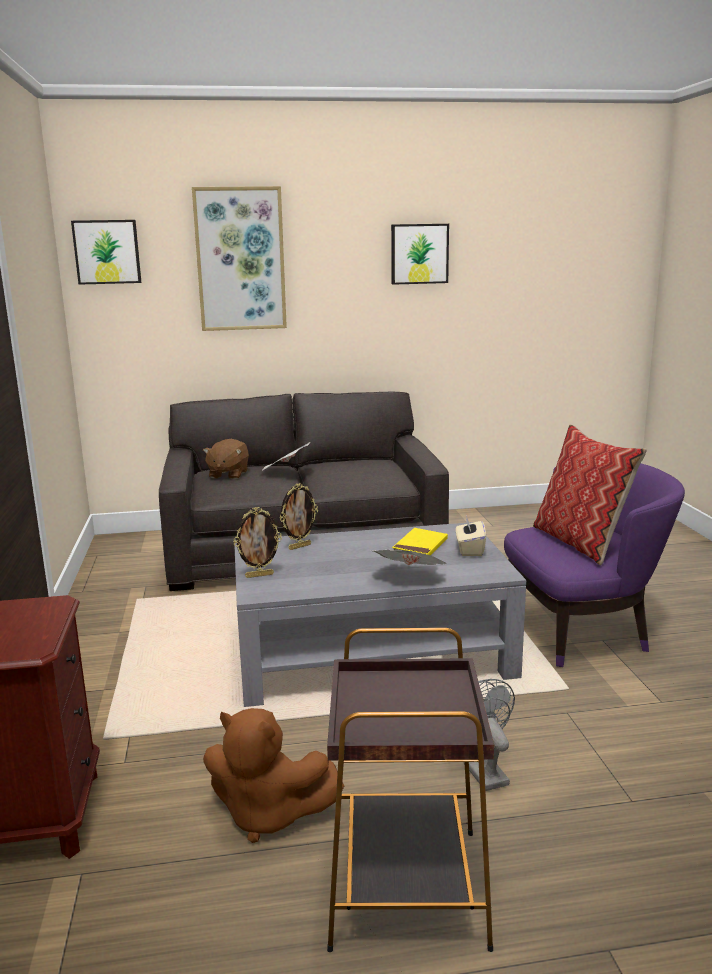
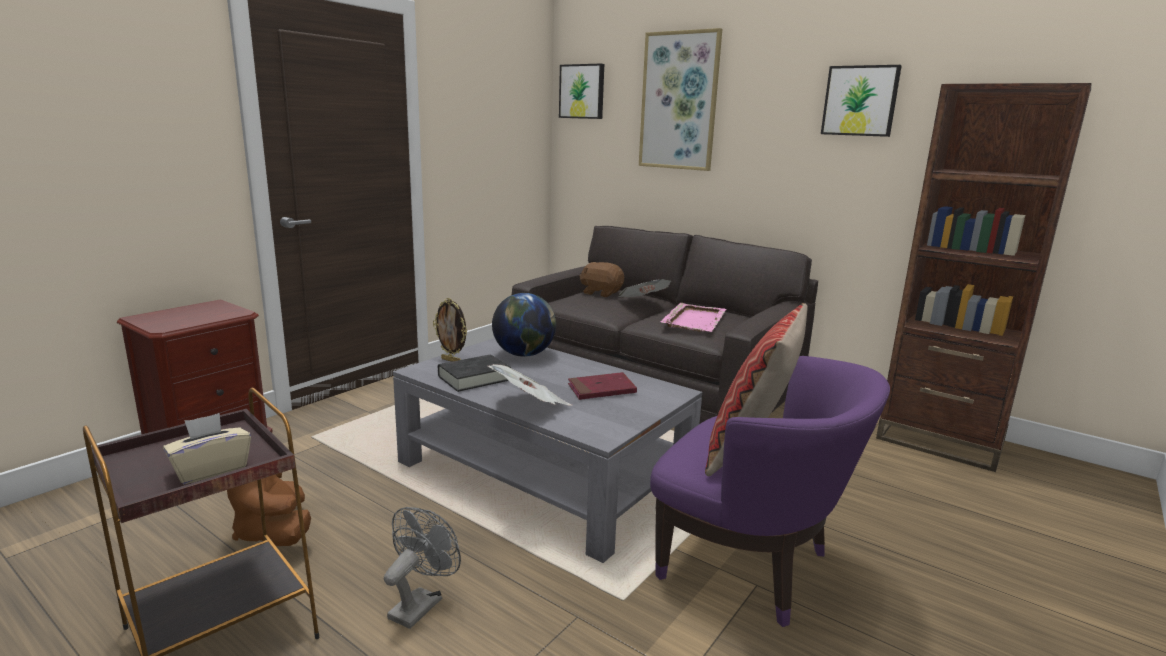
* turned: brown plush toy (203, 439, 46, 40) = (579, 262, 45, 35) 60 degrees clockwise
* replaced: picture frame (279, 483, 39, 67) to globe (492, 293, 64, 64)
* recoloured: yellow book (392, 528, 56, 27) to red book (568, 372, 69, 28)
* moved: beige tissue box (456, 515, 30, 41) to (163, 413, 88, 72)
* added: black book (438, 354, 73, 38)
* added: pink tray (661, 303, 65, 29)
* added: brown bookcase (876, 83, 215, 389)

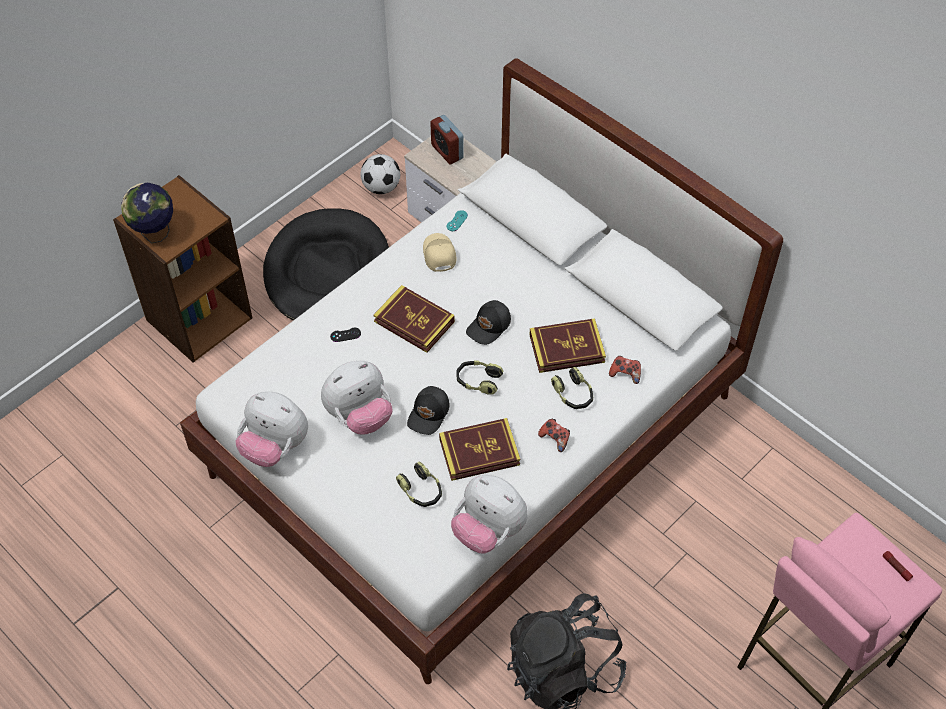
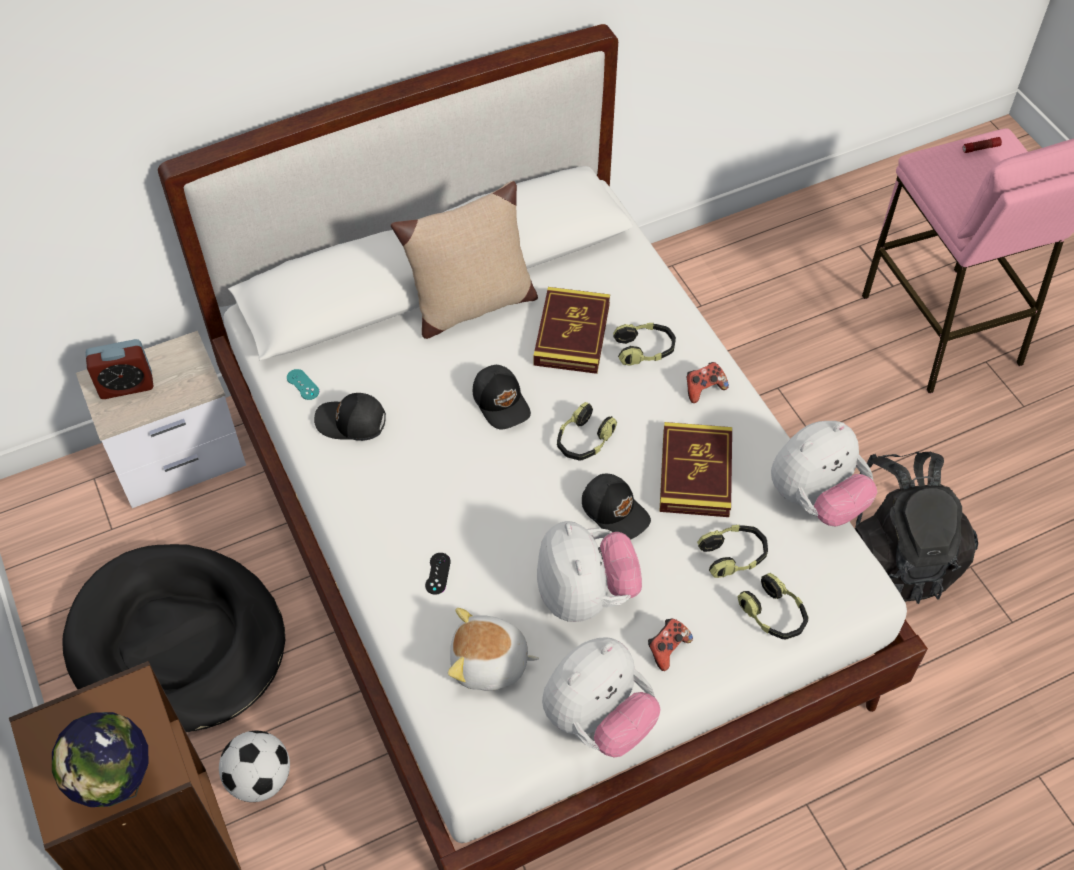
* moved: football (361, 154, 39, 40) to (219, 731, 71, 71)
* removed: book (373, 285, 82, 68)
* recoloured: beige cap (423, 233, 33, 39) to black cap (314, 393, 72, 48)
* moved: game controller (609, 356, 32, 28) to (648, 619, 45, 52)
* added: beige pillow (391, 181, 147, 158)
* added: plush toy (448, 608, 91, 83)
* added: headphones (737, 573, 71, 66)

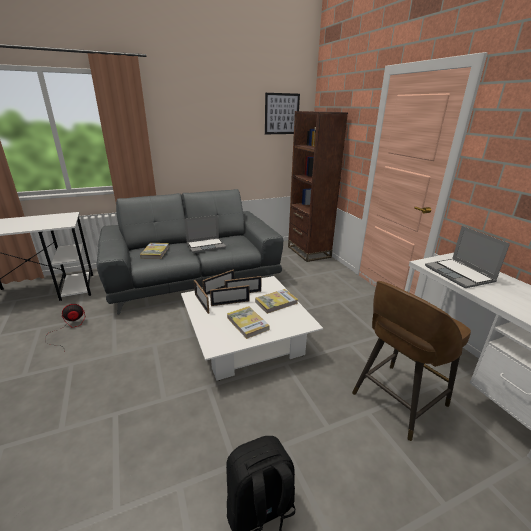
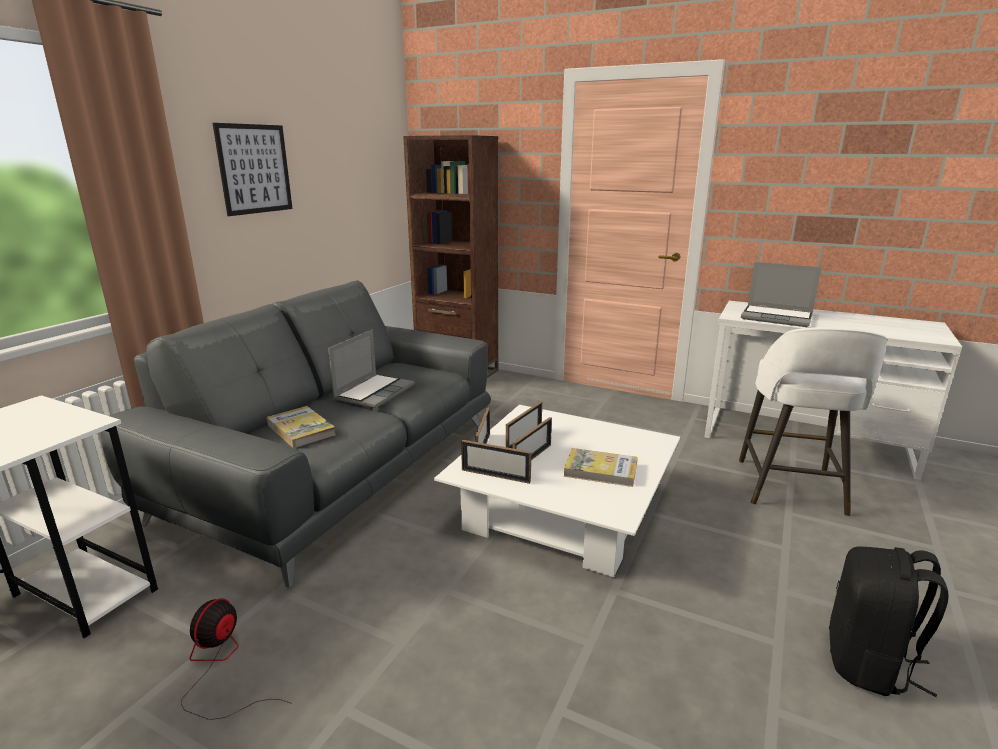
* removed: book (255, 289, 43, 25)
* moved: picture (265, 93, 35, 41) to (213, 123, 80, 93)
* recoloured: brown stool (352, 281, 119, 160) to white stool (739, 327, 148, 189)

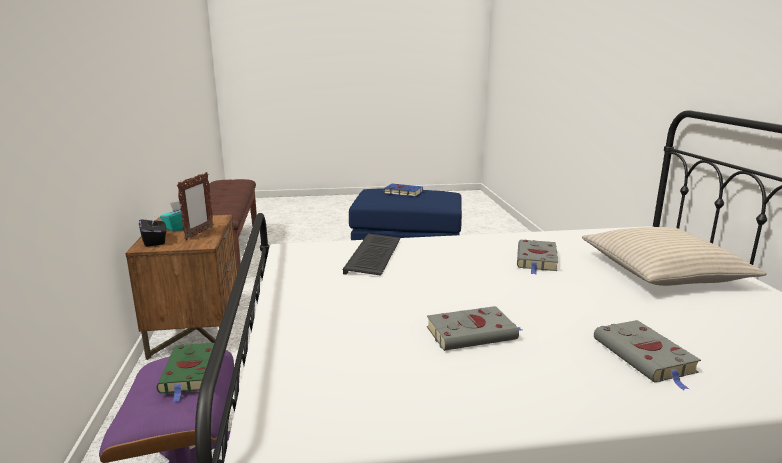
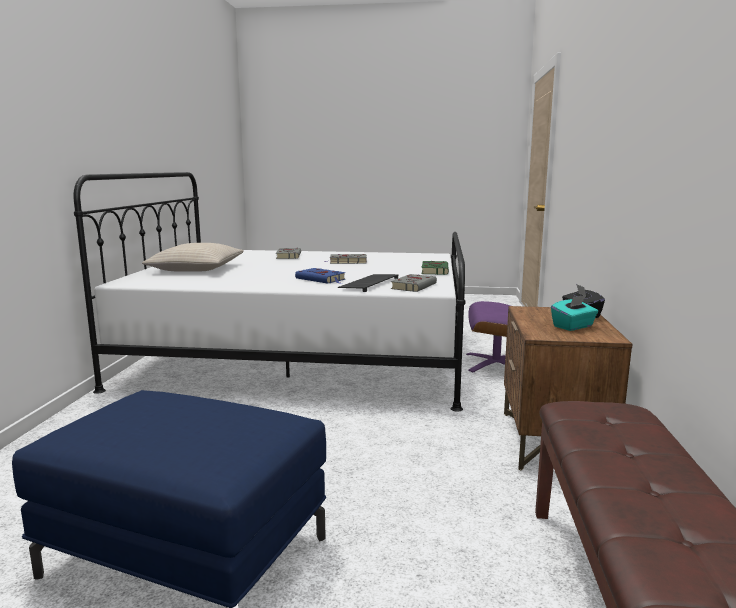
* moved: green book (156, 343, 58, 59) to (422, 261, 27, 14)
* removed: picture frame (177, 172, 37, 68)
* moved: blue book (382, 184, 41, 13) to (295, 268, 51, 16)
* moved: grey book (517, 239, 41, 36) to (391, 274, 46, 18)

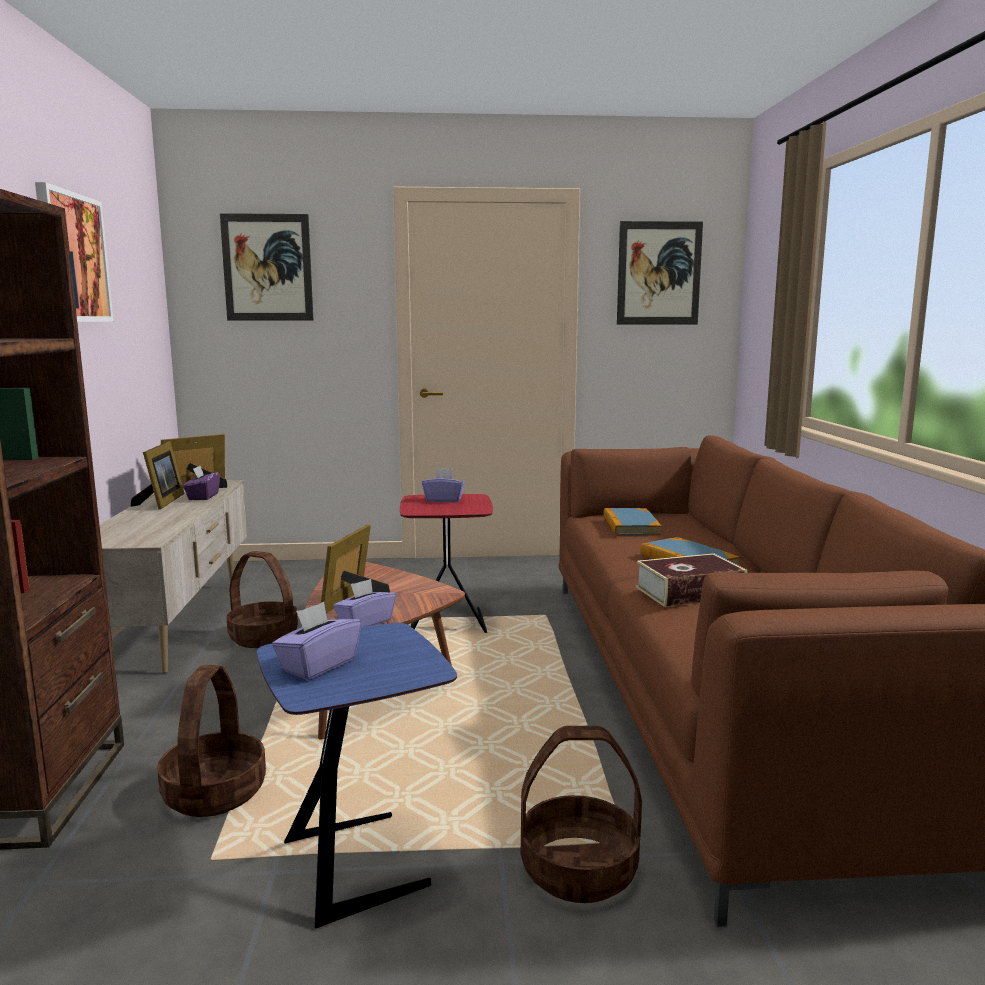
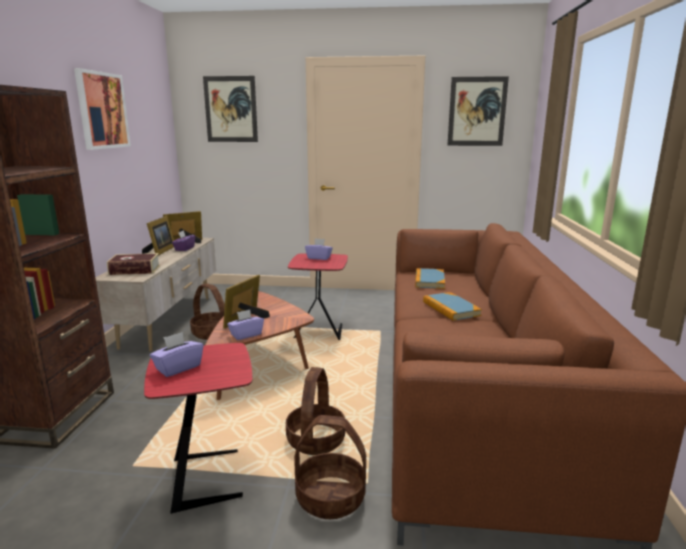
* moved: basket (157, 665, 109, 152) to (286, 367, 60, 88)
* recoloured: blue side table (257, 623, 200, 306) to red side table (144, 343, 108, 171)
* moved: book (636, 553, 111, 54) to (107, 253, 53, 22)

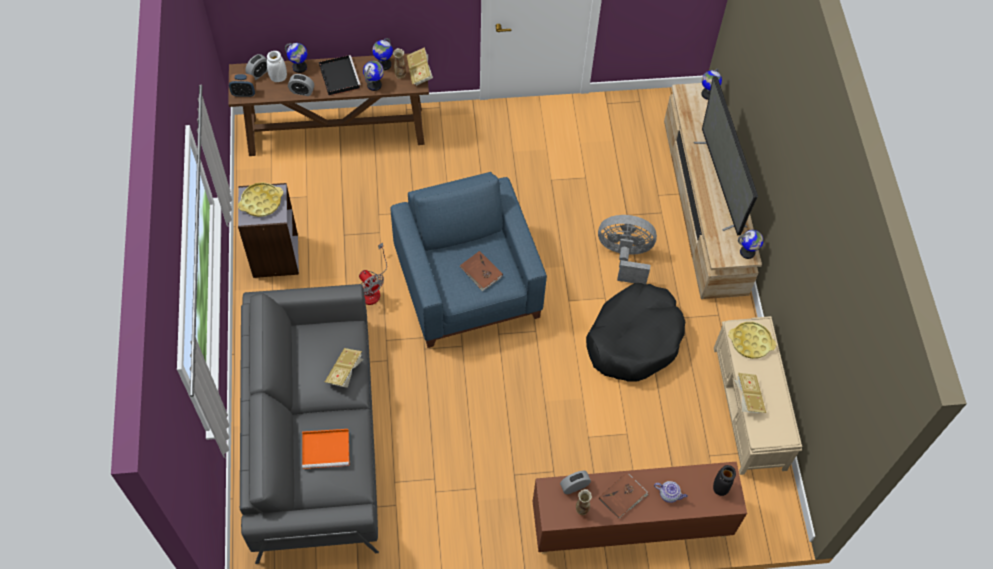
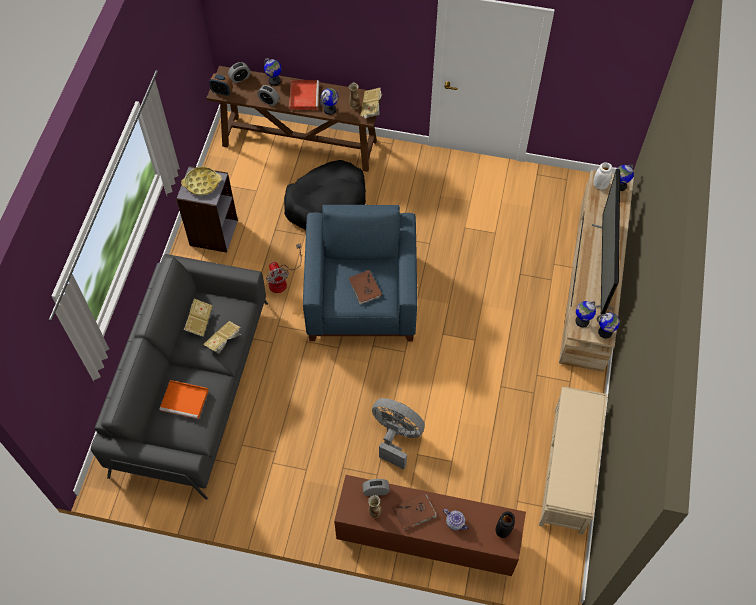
* moved: white vase (267, 51, 20, 31) to (594, 163, 18, 26)
* recoloured: black tray (319, 55, 42, 41) to red tray (289, 80, 30, 30)
* moved: globe (372, 38, 21, 33) to (576, 301, 20, 27)
* moved: black dog bed (586, 283, 99, 99) to (284, 160, 82, 70)
* moved: grey fan (598, 215, 59, 70) to (372, 398, 53, 71)
* removed: yellow tray (728, 322, 48, 37)
* moved: book (734, 373, 32, 40) to (184, 299, 29, 37)

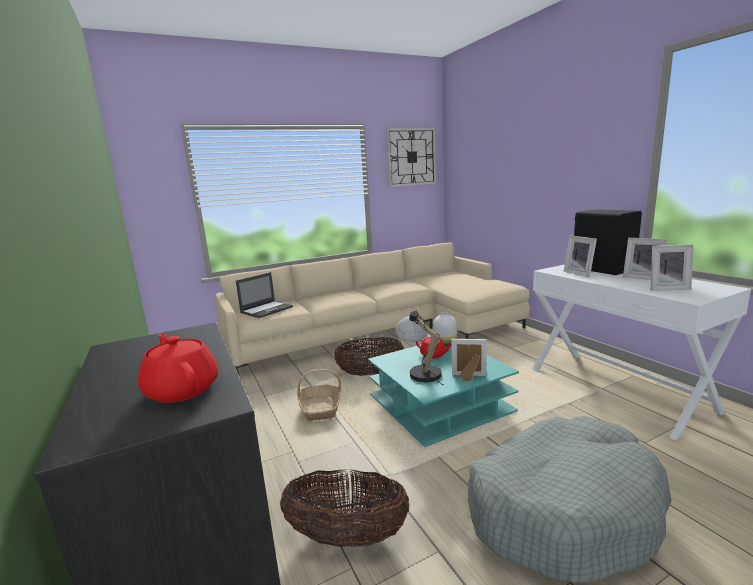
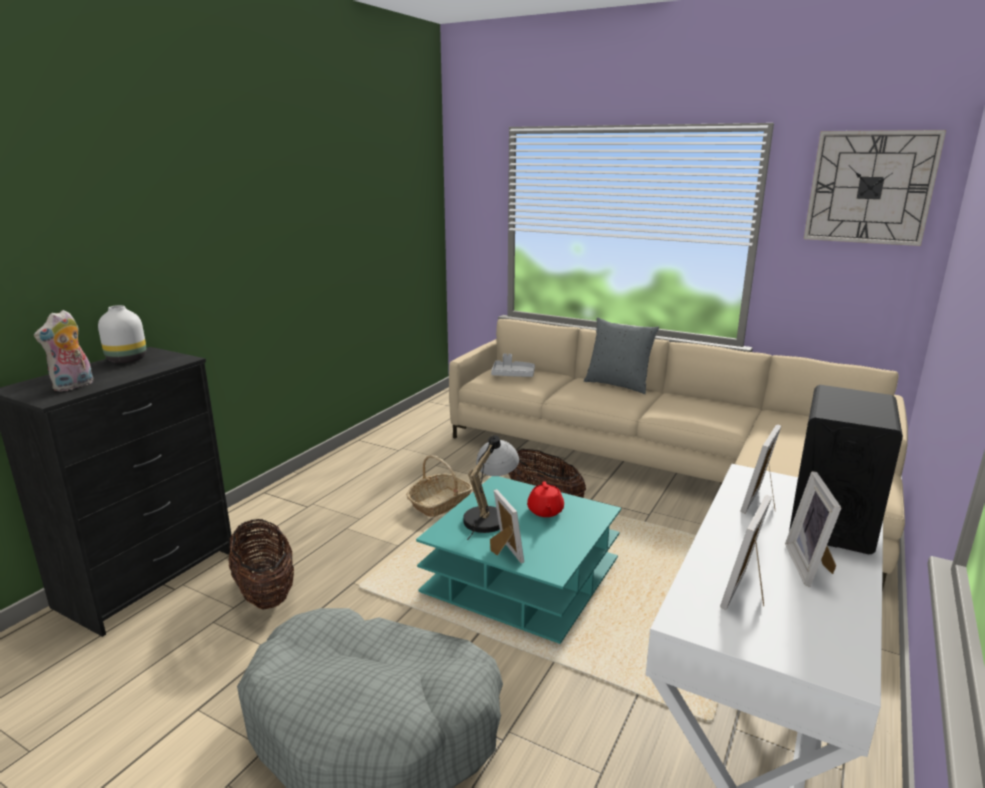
* replaced: red teapot (138, 333, 81, 70) to plush toy (34, 310, 60, 82)
* replaced: laptop (236, 272, 57, 46) to grey tray (491, 354, 44, 23)
* moved: white vase (433, 312, 24, 35) to (98, 305, 49, 58)
* turned: picture frame (651, 244, 43, 47) = (720, 495, 52, 115) 60 degrees clockwise
* added: grey pillow (584, 318, 75, 76)

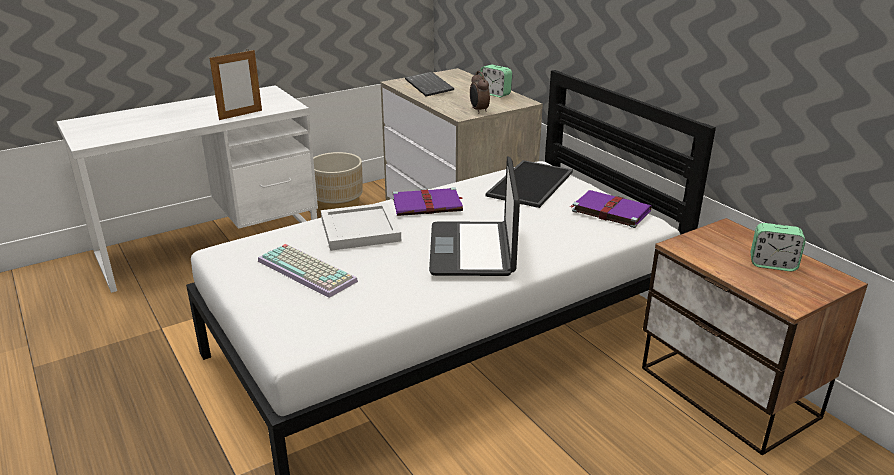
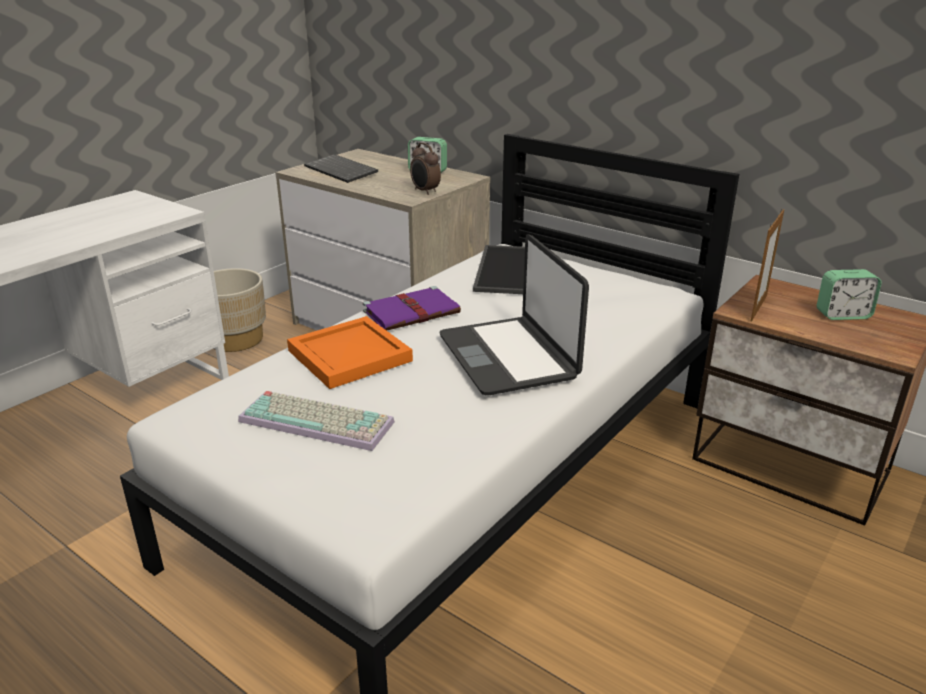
* moved: picture frame (210, 49, 52, 71) to (751, 209, 33, 113)
* recoloured: white tray (321, 203, 80, 48) to orange tray (287, 316, 126, 73)
* removed: purple book (571, 190, 81, 38)

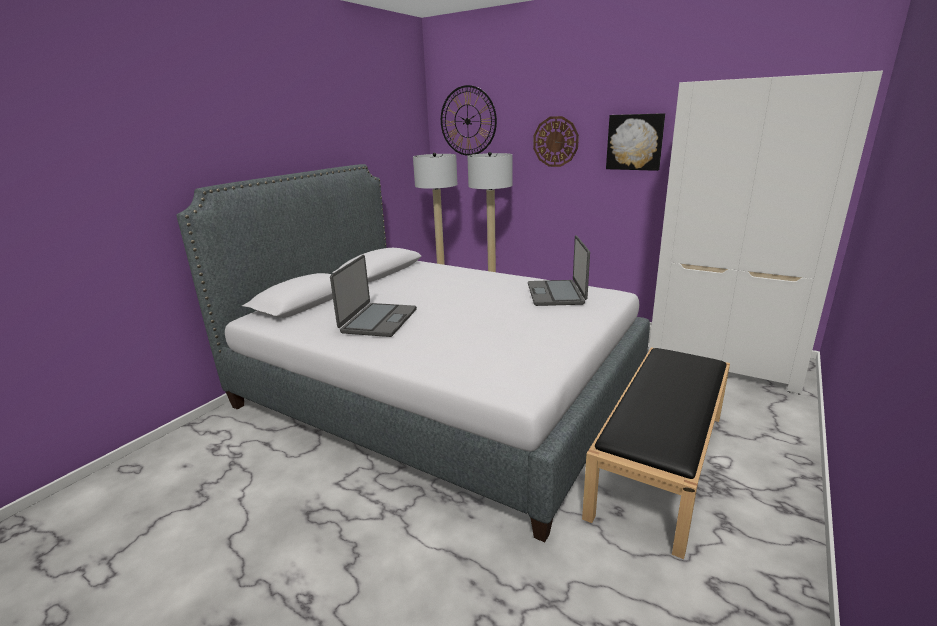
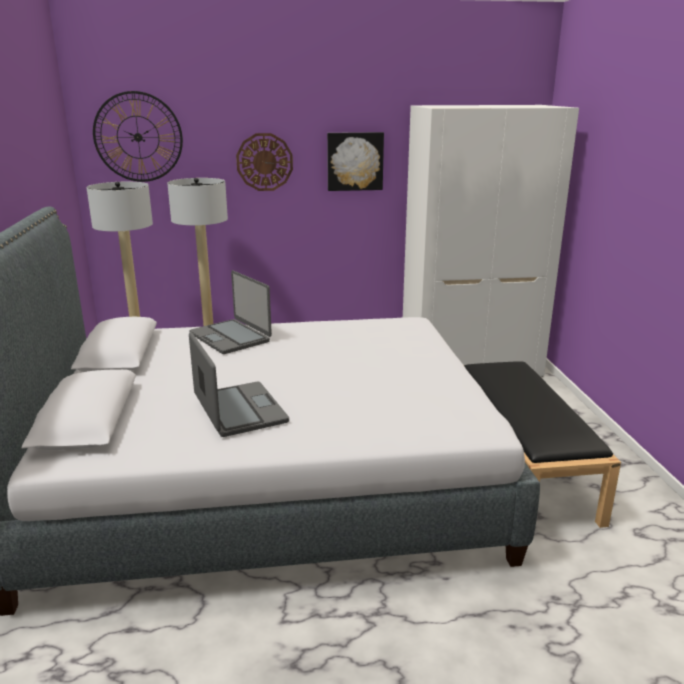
* moved: laptop (528, 235, 62, 71) to (189, 270, 83, 84)

